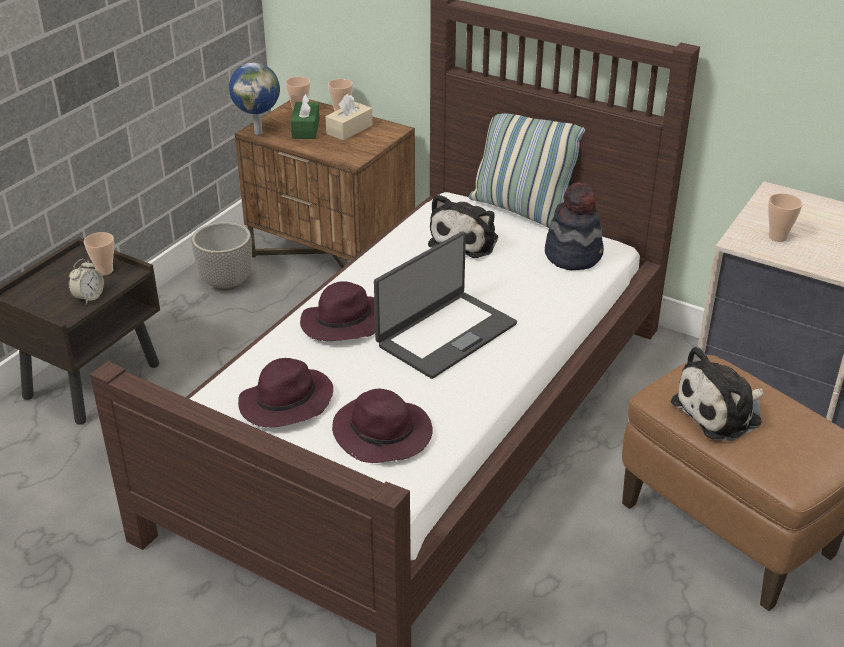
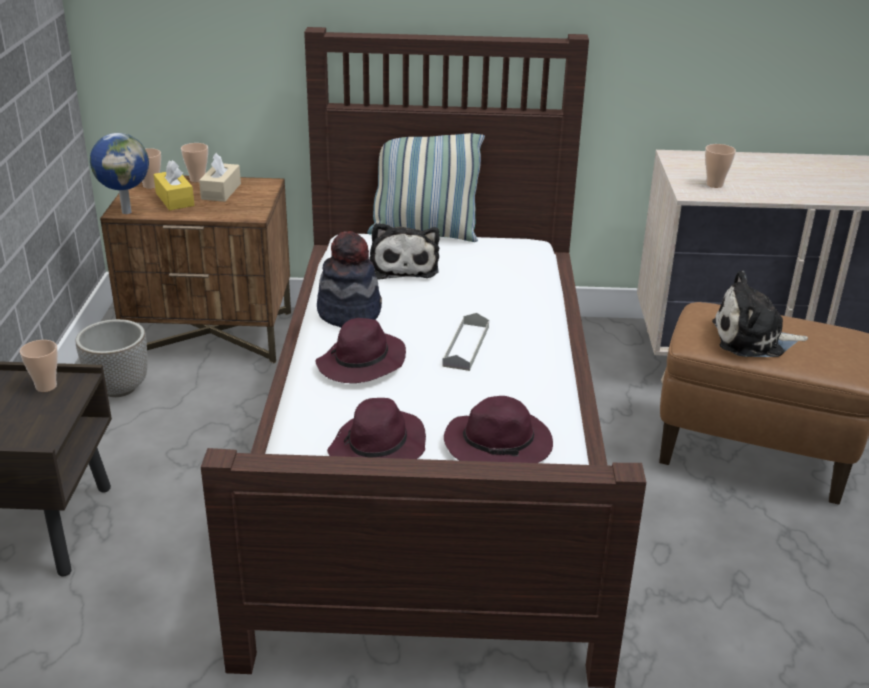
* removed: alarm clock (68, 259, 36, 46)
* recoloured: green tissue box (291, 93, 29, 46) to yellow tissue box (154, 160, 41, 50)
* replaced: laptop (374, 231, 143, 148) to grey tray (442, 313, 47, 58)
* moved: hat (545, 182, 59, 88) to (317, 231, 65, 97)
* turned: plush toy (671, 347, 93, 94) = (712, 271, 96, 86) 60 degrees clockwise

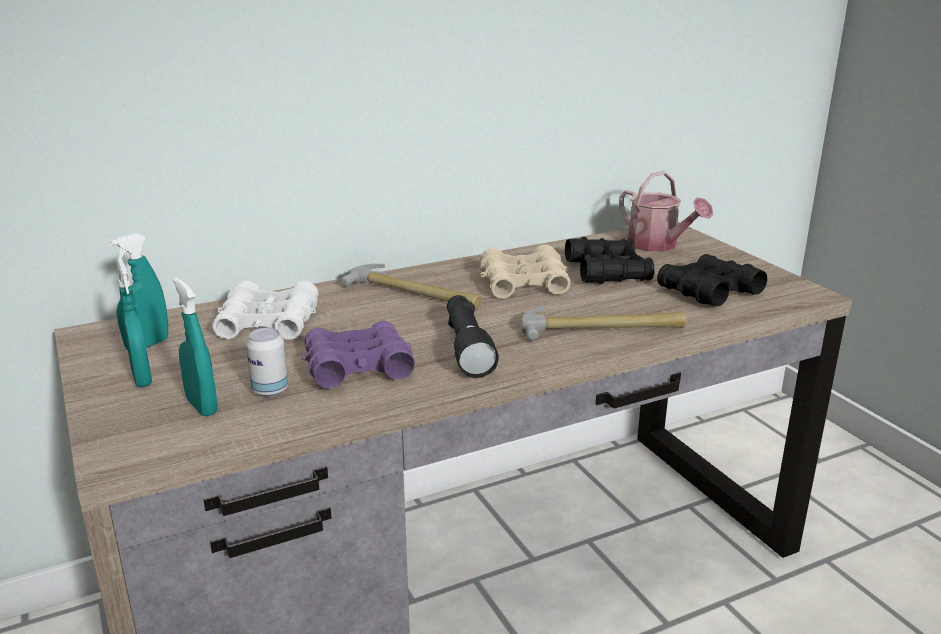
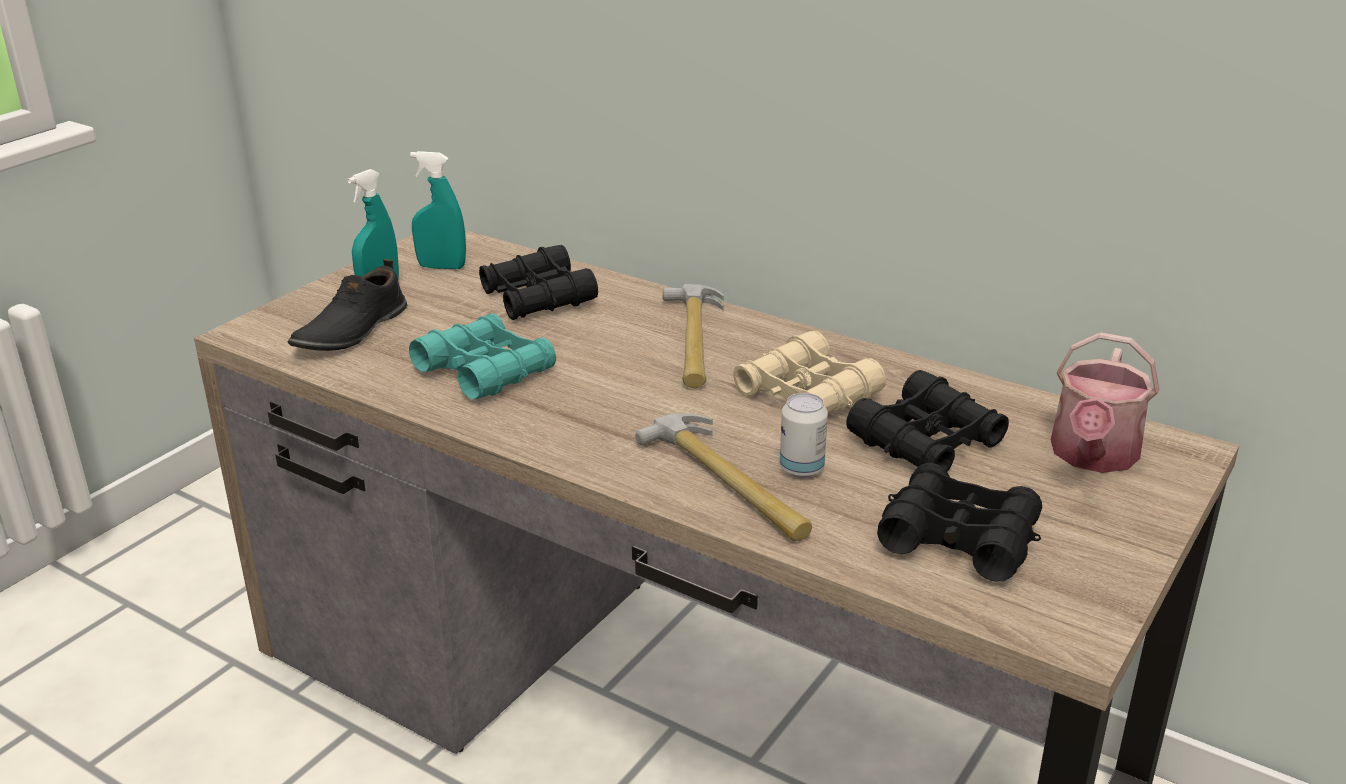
* replaced: turquoise spray bottle (173, 277, 45, 139) to black shoe (287, 259, 120, 92)
* recoloured: white binoculars (213, 280, 105, 60) to black binoculars (479, 245, 119, 75)
* moved: can (246, 328, 42, 69) to (780, 393, 48, 85)
* recoloured: purple binoculars (302, 321, 113, 67) to turquoise binoculars (409, 313, 147, 86)
* removed: black flashlight (447, 295, 52, 83)

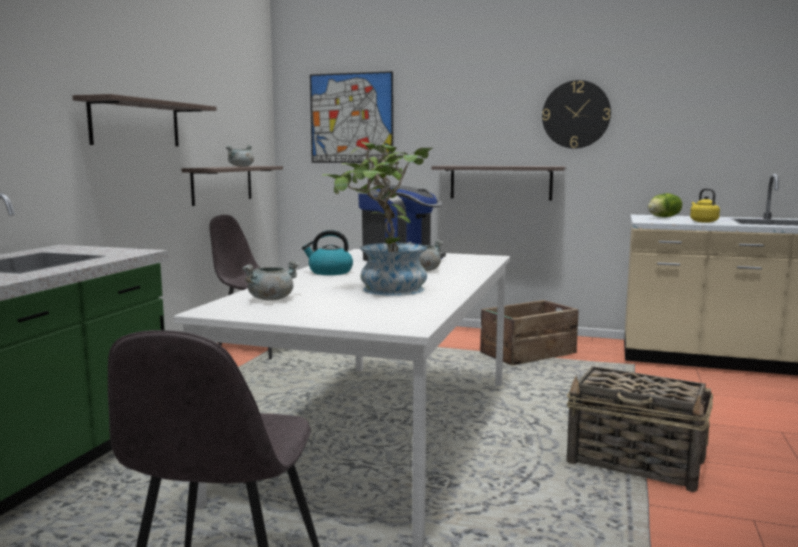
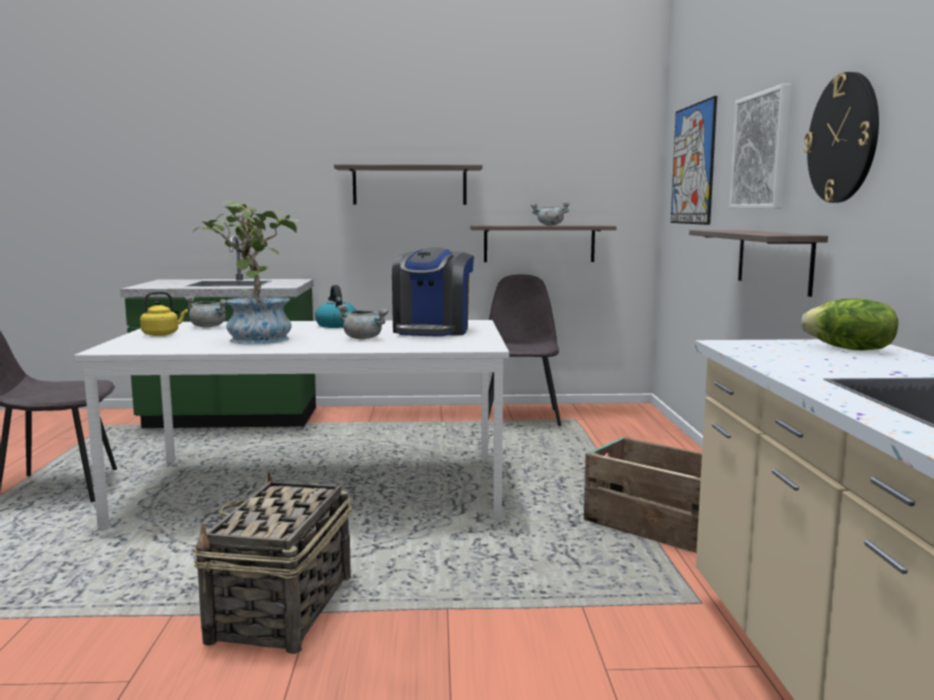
* moved: yellow kettle (690, 188, 30, 35) to (140, 291, 48, 45)
* added: picture (729, 84, 62, 125)

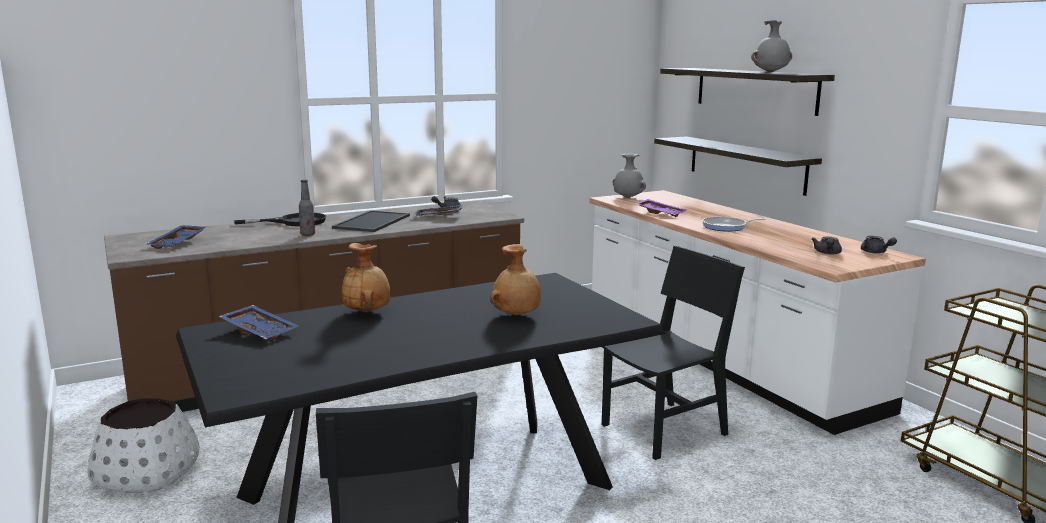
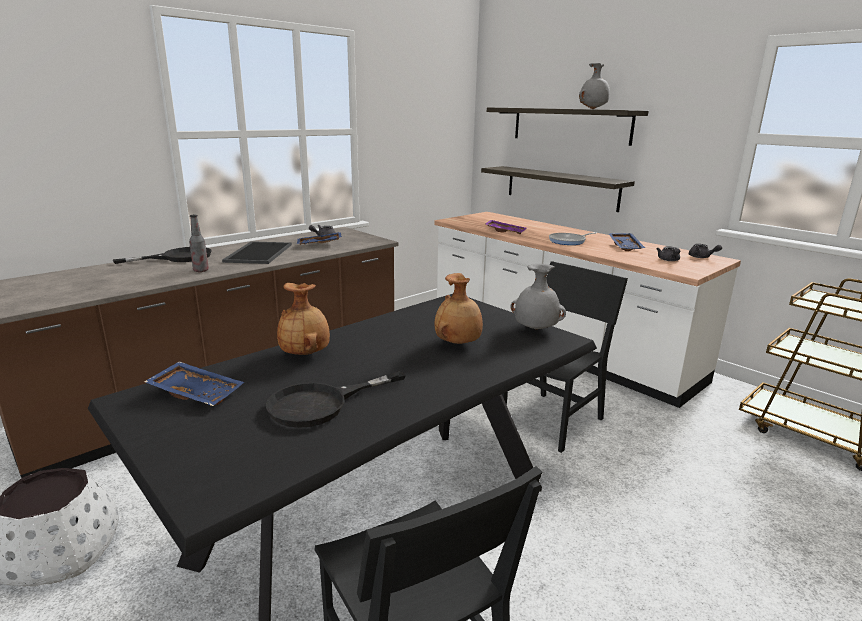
* moved: blue tray (146, 225, 61, 24) to (608, 233, 37, 18)
* moved: grey vase (613, 154, 33, 44) to (510, 264, 56, 65)
* added: black frying pan (266, 371, 140, 57)

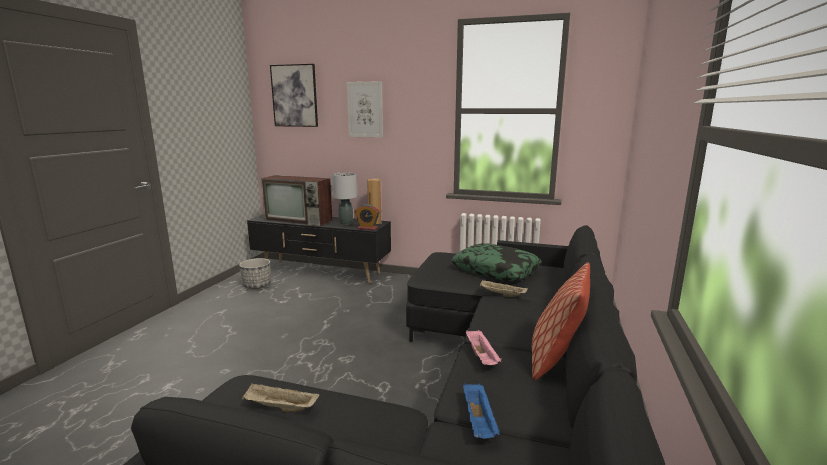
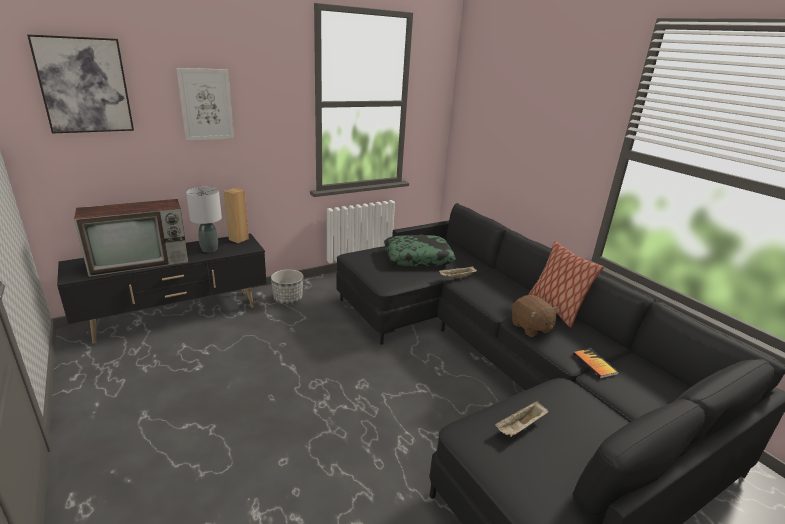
* moved: planter (239, 258, 32, 31) to (271, 269, 32, 35)
* removed: alarm clock (355, 204, 25, 26)
* replaced: blue tray (463, 383, 37, 56) to book (573, 349, 46, 30)
* replaced: pink tray (466, 330, 35, 35) to brown plush toy (512, 295, 47, 42)

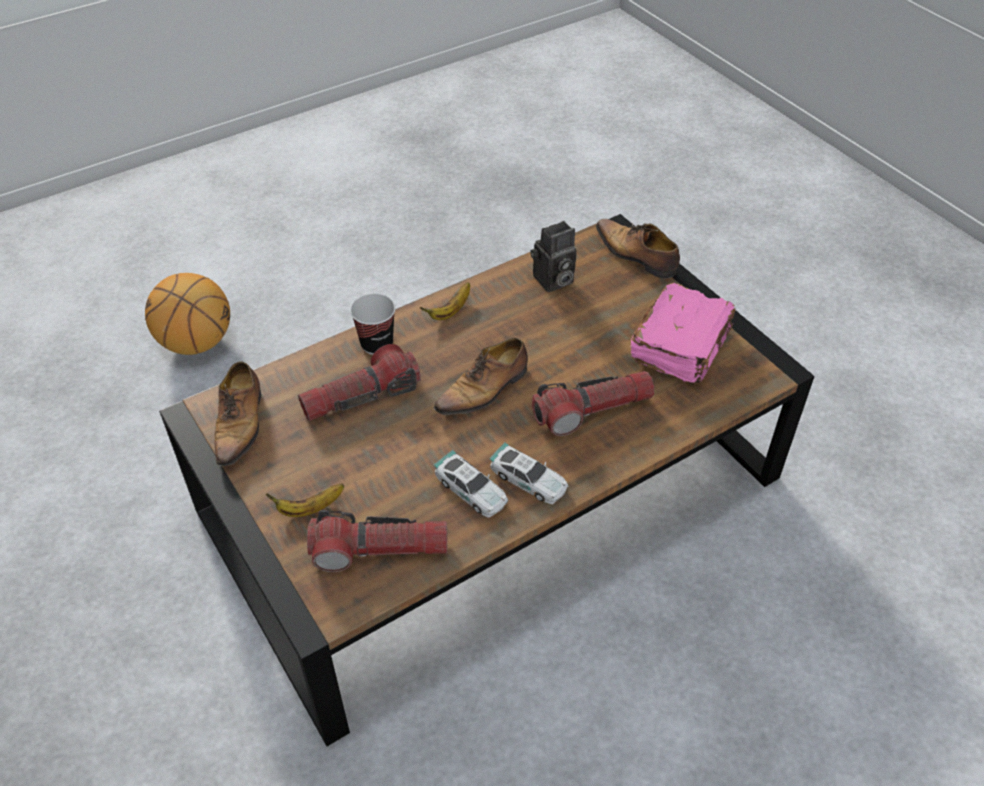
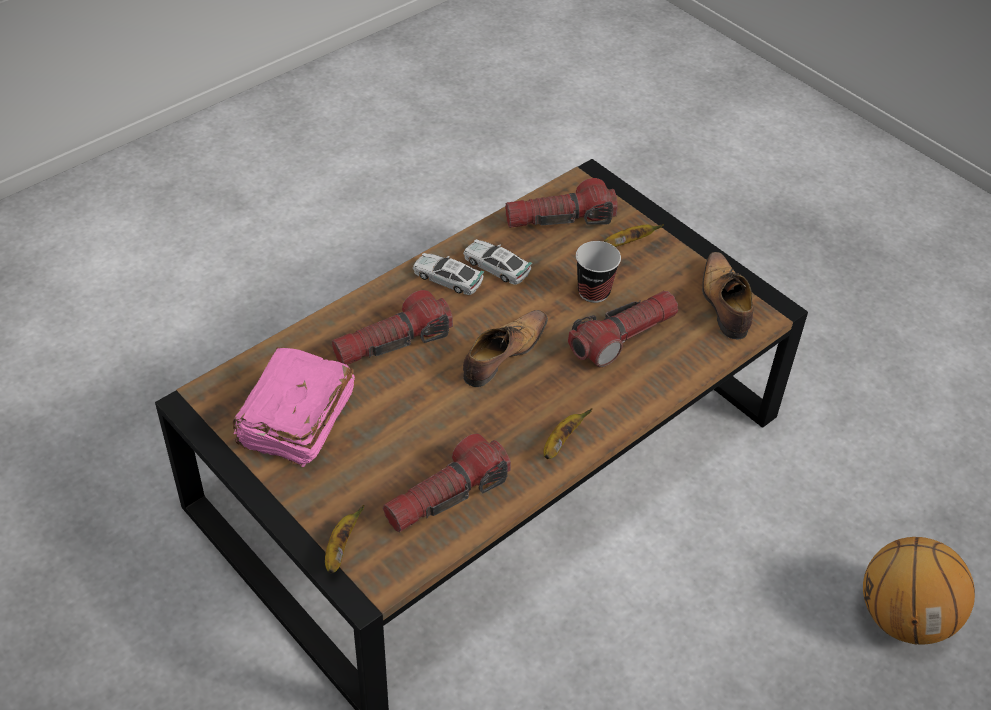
* moved: cup (350, 294, 45, 61) to (576, 241, 45, 62)
* replaced: photo camera (530, 221, 47, 71) to flashlight (383, 434, 128, 98)
* replaced: shoe (596, 219, 84, 60) to banana (325, 505, 40, 69)

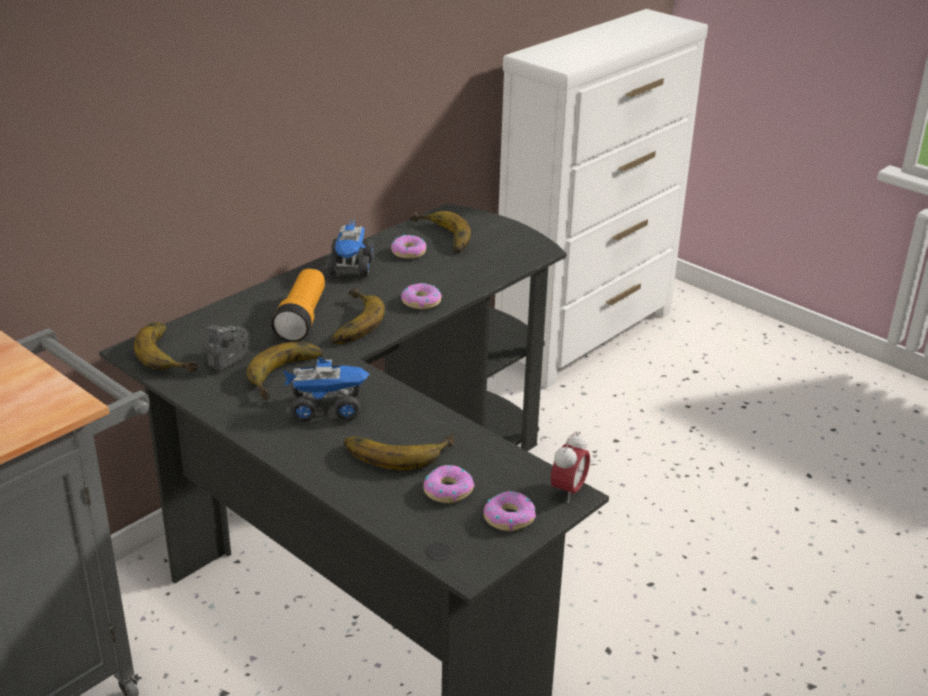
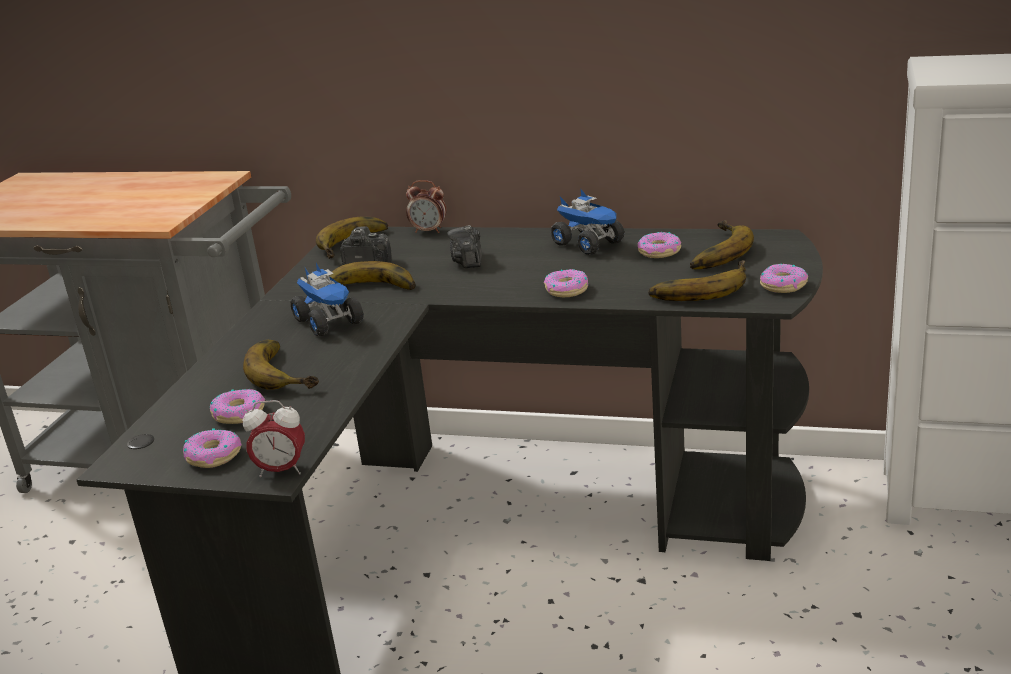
* replaced: flashlight (271, 269, 54, 73) to photo camera (448, 225, 34, 43)
* turned: toy truck (327, 221, 47, 57) = (550, 189, 75, 66) 105 degrees counterclockwise
* moved: banana (330, 288, 55, 56) to (648, 260, 98, 41)
* added: alarm clock (406, 180, 40, 53)
* added: donut (760, 264, 48, 29)

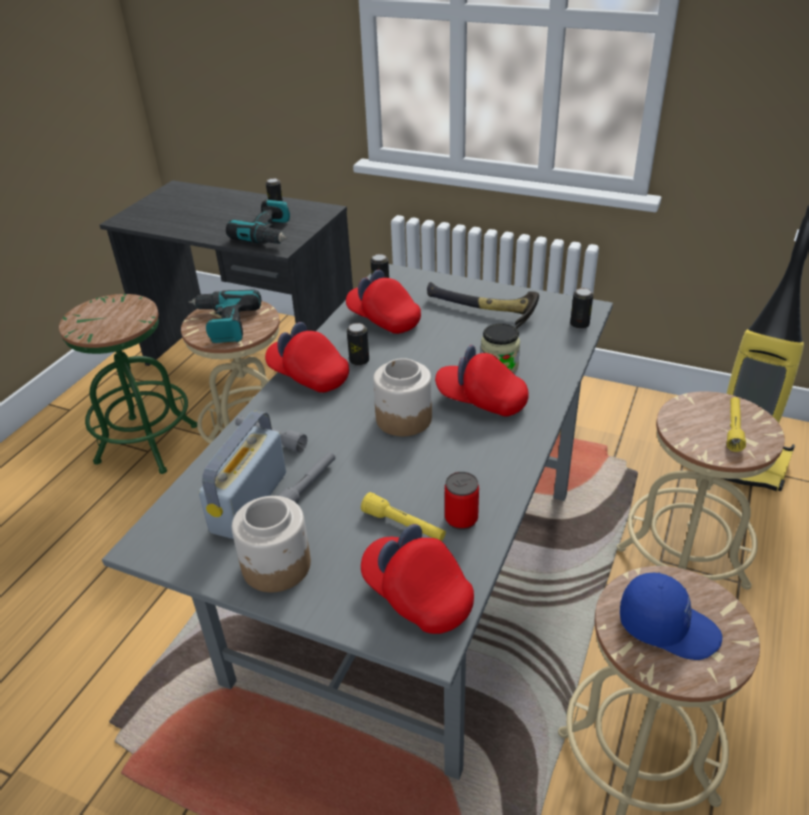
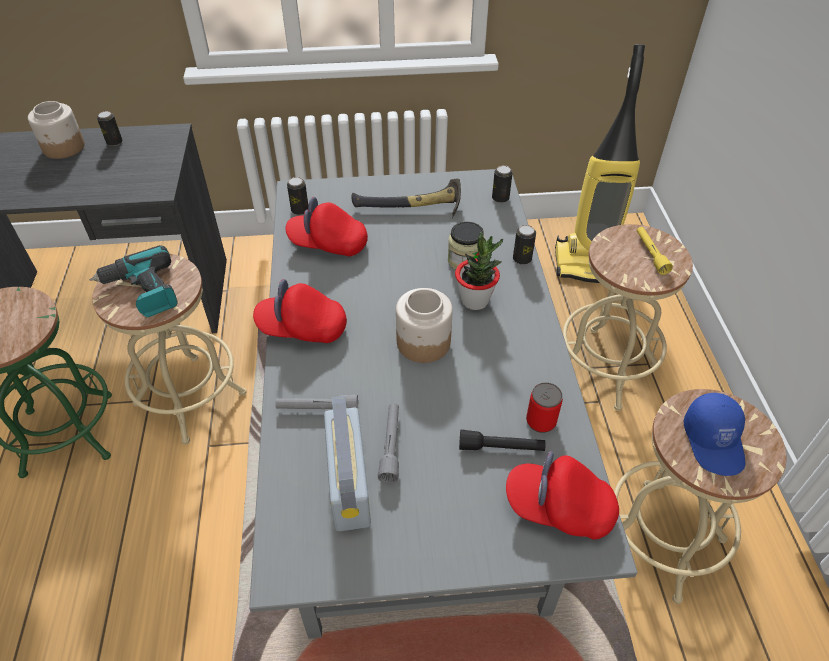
* removed: power drill (226, 199, 64, 45)
* moved: jar (232, 496, 79, 96) to (28, 101, 57, 58)
* moved: can (347, 323, 22, 43) to (513, 225, 23, 40)
* recoloured: yellow flashlight (361, 492, 85, 49) to black flashlight (459, 430, 87, 21)
* replaced: red cap (435, 345, 94, 71) to potted plant (455, 232, 48, 78)
* turned: blue cap (620, 573, 102, 87) = (684, 393, 61, 83) 90 degrees clockwise

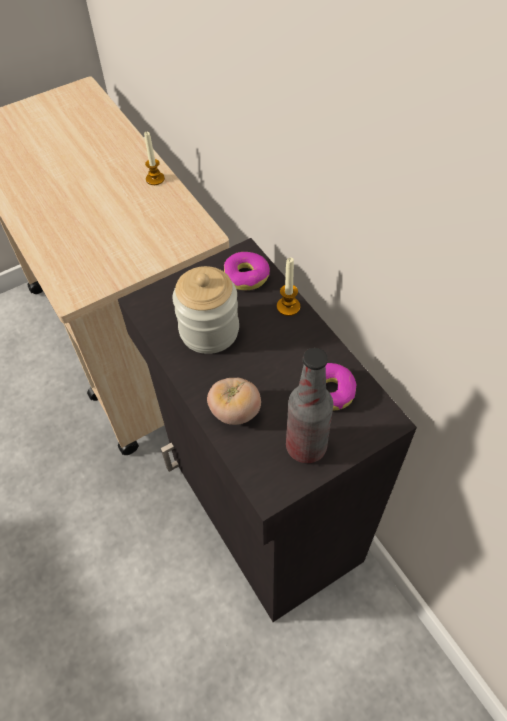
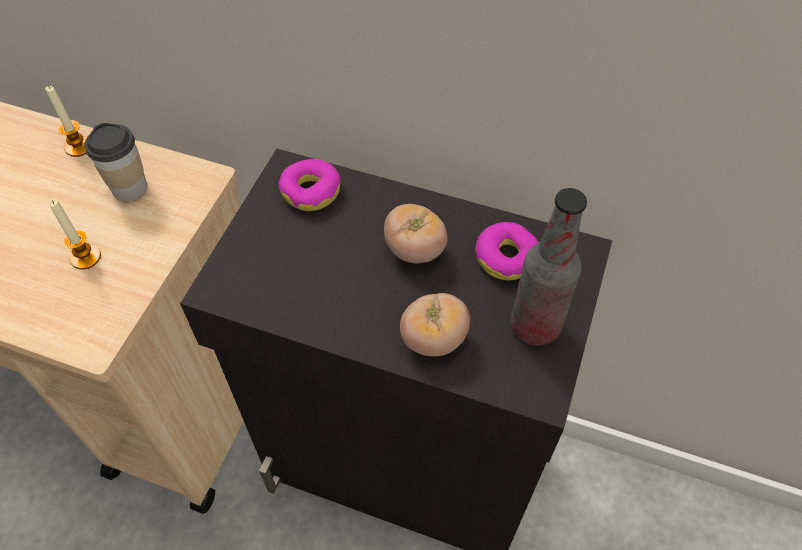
* removed: jar (173, 266, 66, 88)
* moved: candle (277, 257, 23, 59) to (49, 199, 52, 70)
* added: cup (84, 123, 63, 78)
* added: tomato (384, 204, 63, 59)

